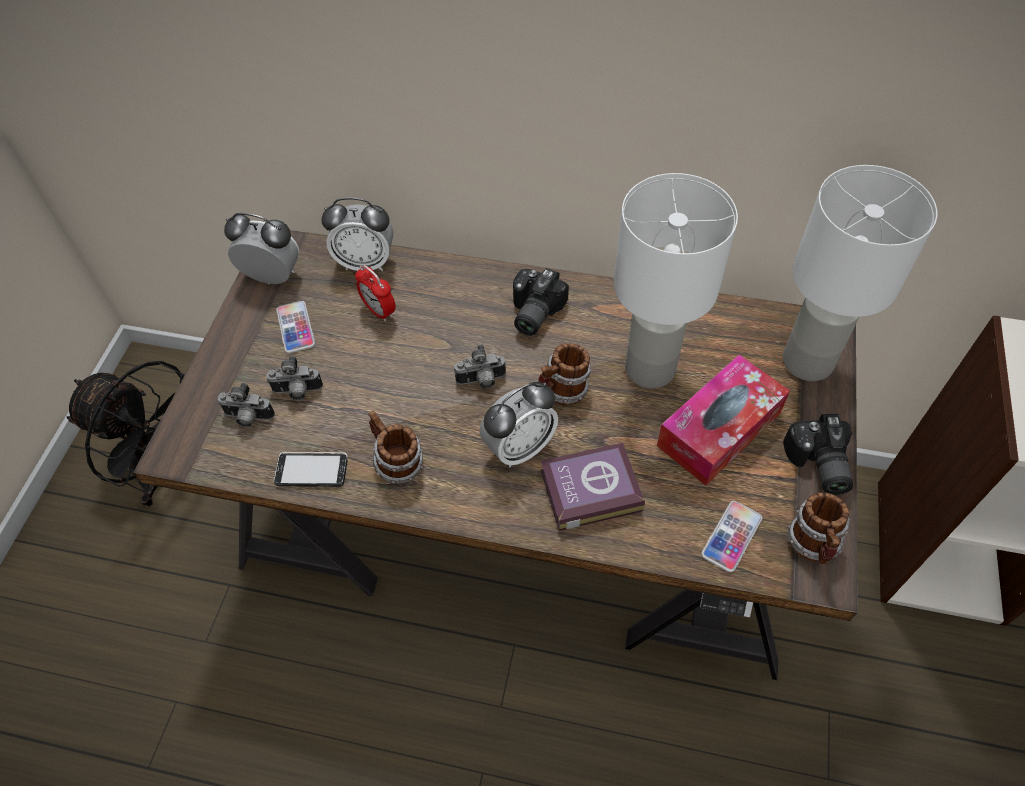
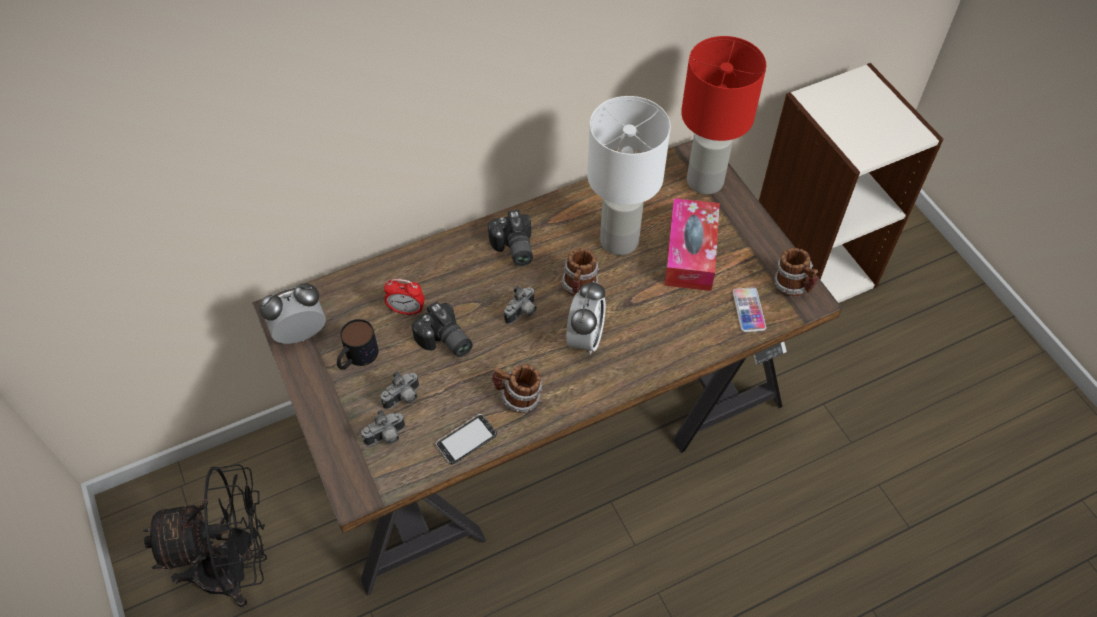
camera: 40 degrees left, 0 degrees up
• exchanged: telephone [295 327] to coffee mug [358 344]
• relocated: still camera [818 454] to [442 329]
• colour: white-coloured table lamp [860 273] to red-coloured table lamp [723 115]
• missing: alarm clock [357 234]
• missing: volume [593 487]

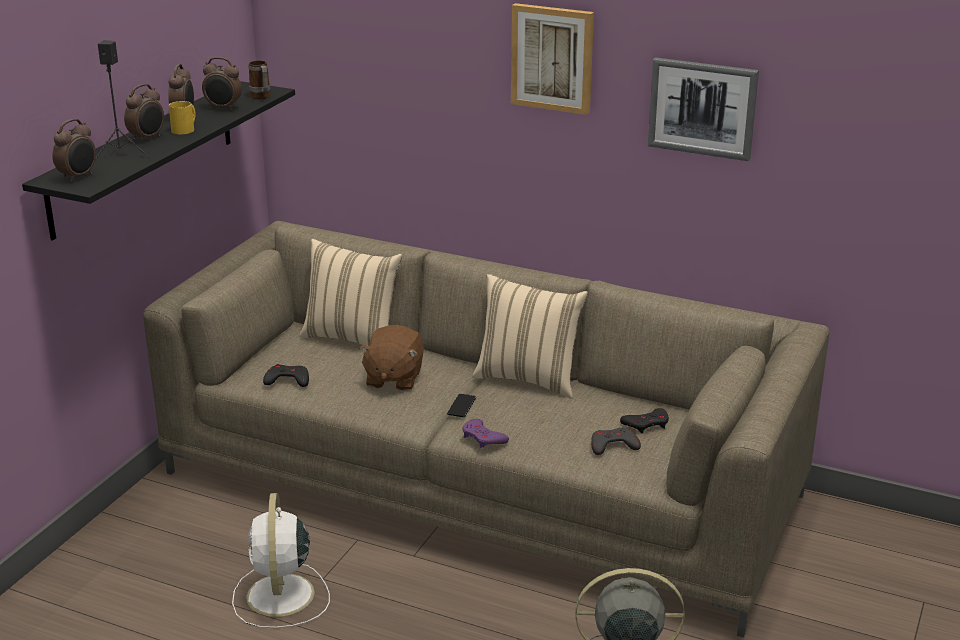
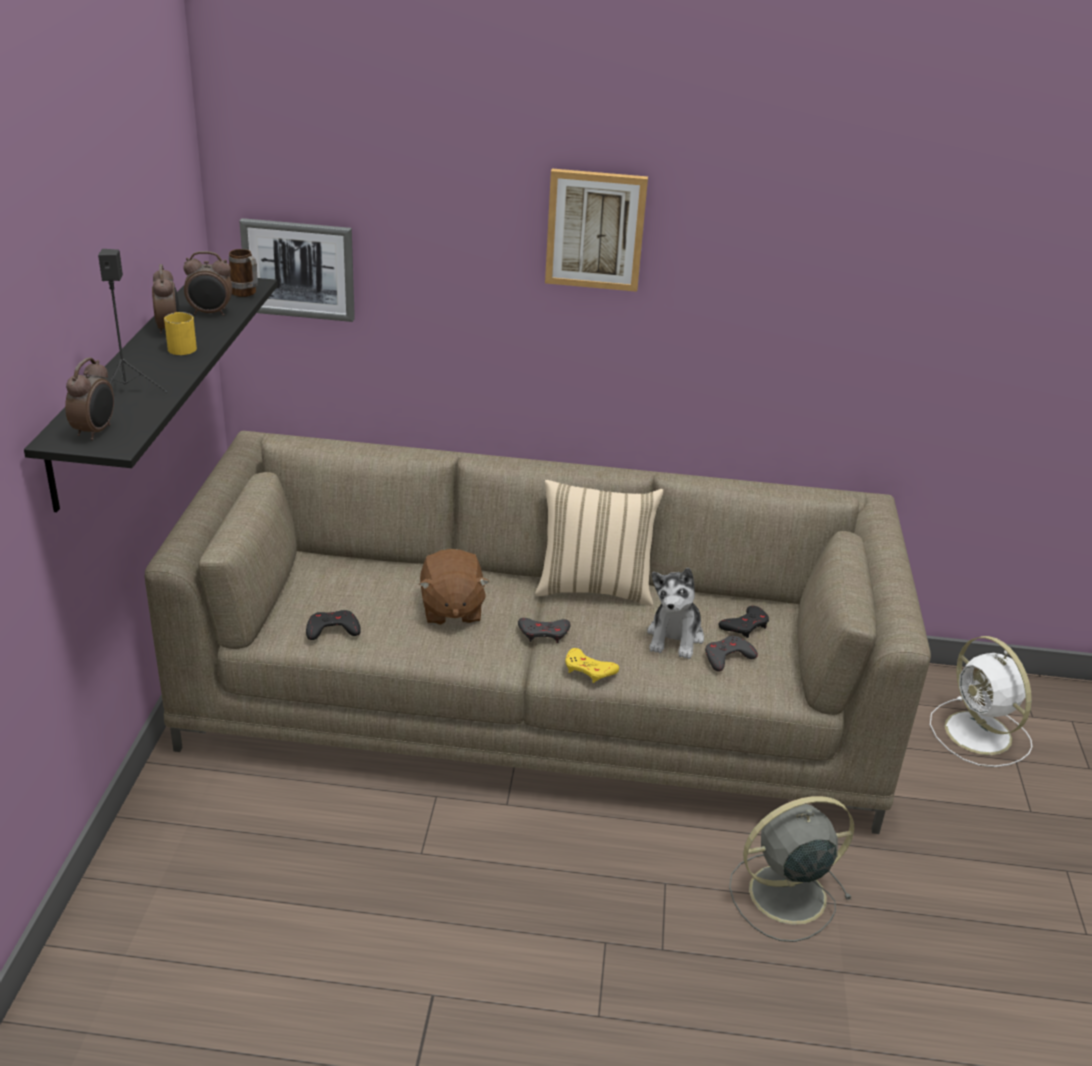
camera: 20 degrees left, 5 degrees up
• relocated: picture [703 109] to [297 270]
• exchanged: telephone [461 405] to grey gamepad [544 630]
• colour: purple-coloured gamepad [485 433] to yellow gamepad [592 665]
• appeared: cuddly toy [675 613]
• relocated: white-coloured electric fan [281 560] to [981 701]
• missing: alarm clock [144 113]
• missing: sand-coloured throw pillow [350 292]

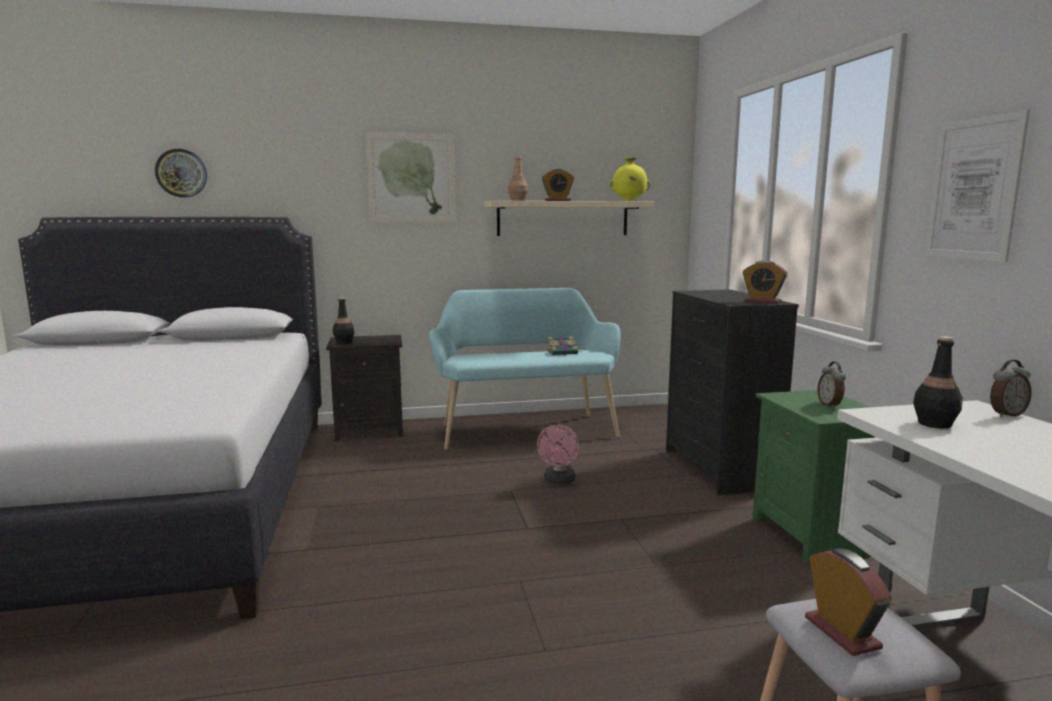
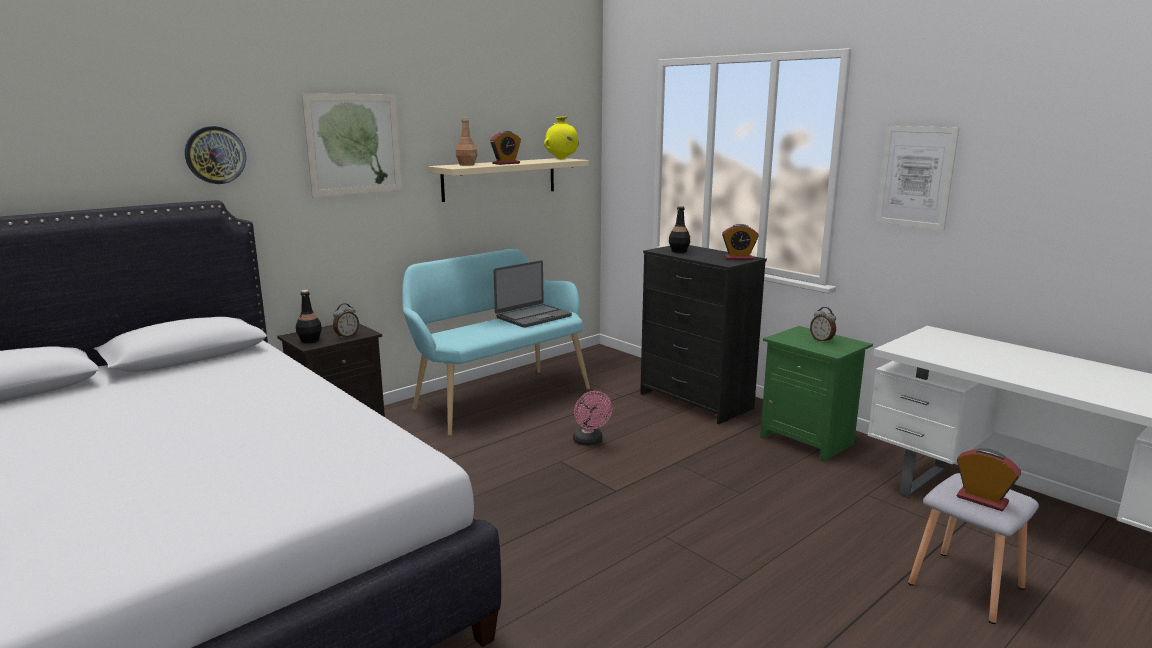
camera: 30 degrees left, 5 degrees up
• relocated: hanging clock [181 173] to [215 155]
• relocated: alarm clock [1011 388] to [346 321]
• exchanged: volume [564 345] to portable computer [533 294]
• relocated: black-coloured beverage bottle [938 382] to [679 229]

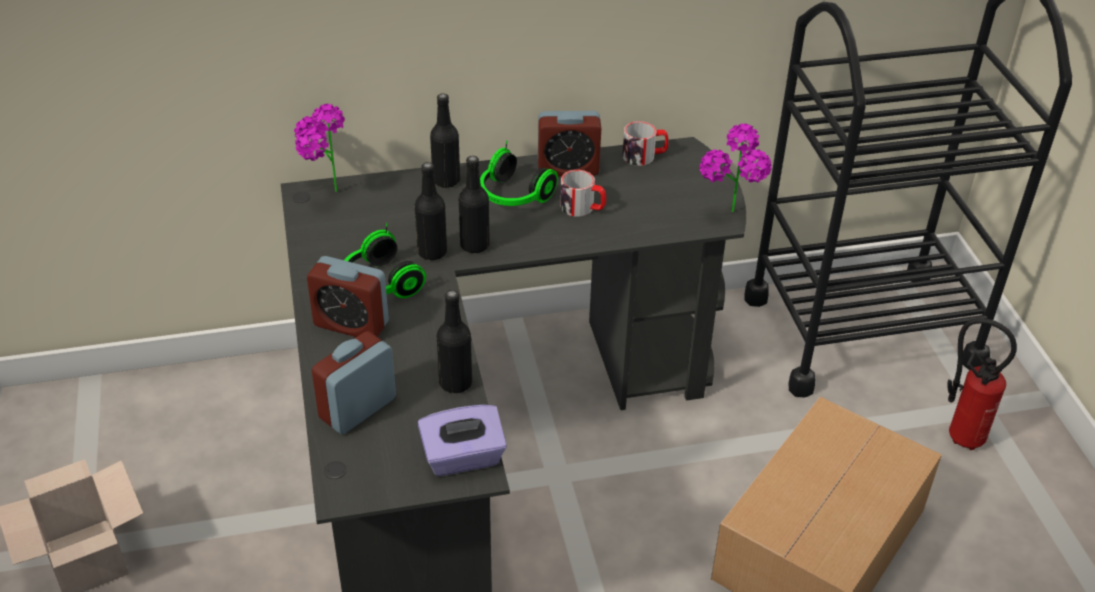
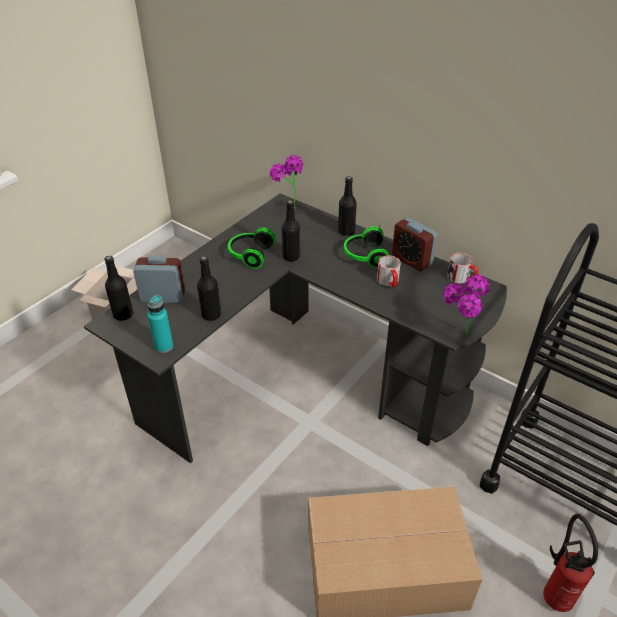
camera: 50 degrees right, 0 degrees up
• relocated: black-coloured beverage bottle [474 204] to [118 288]
• exchanged: purple-coloured box of tissues [462 440] to blue-green beverage bottle [160 324]
• missing: alarm clock [348 296]

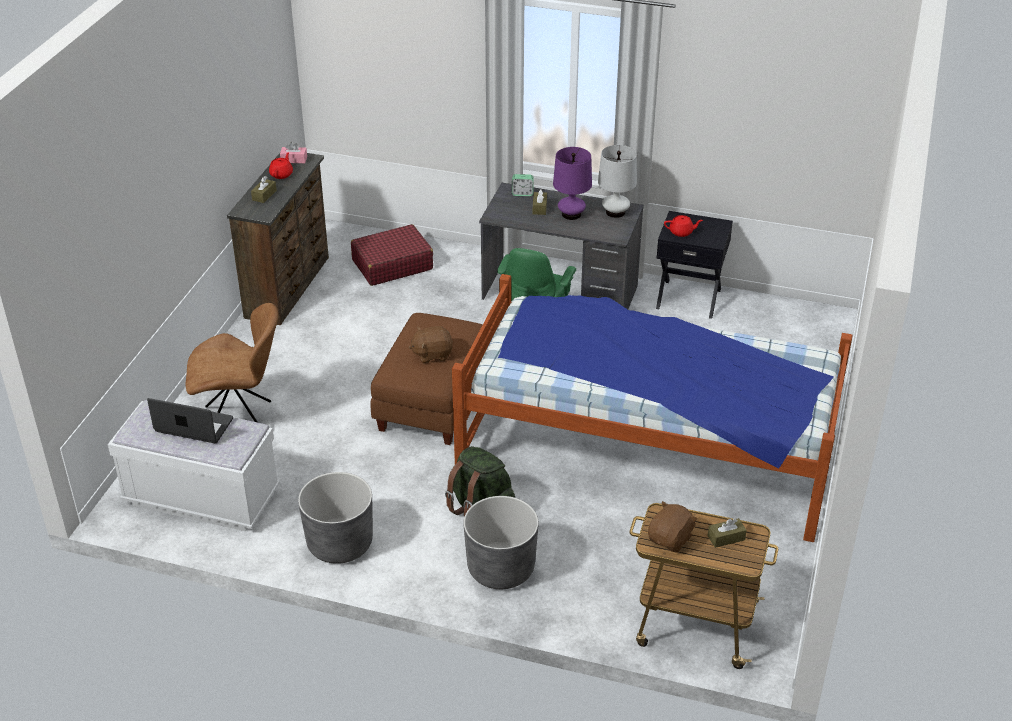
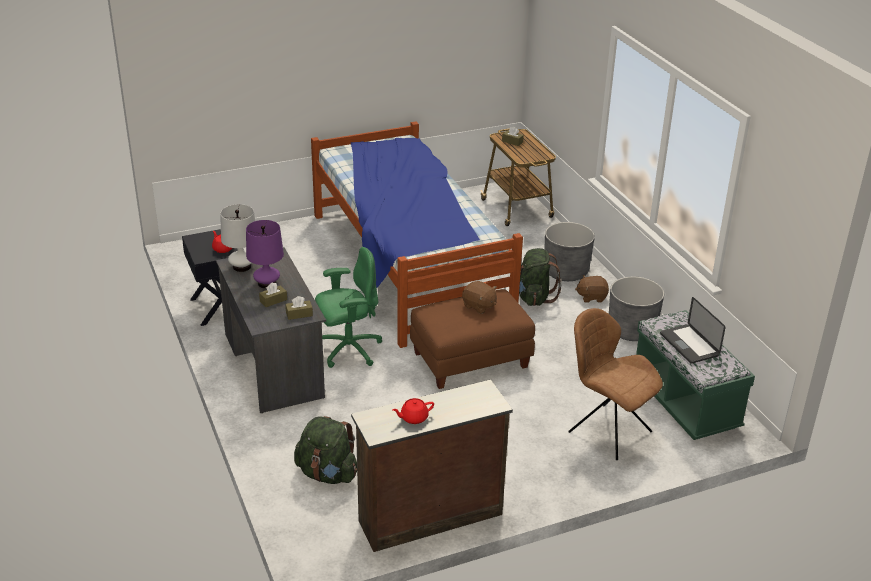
camera: 130 degrees left, 5 degrees down
• relocated: brown-coloured box of tissues [264 189] to [299 308]
• exchanged: red-coloured travel case [392 255] to green rucksack [325 450]
• relocated: brown-coloured cuddly toy [673 527] to [592 289]
• colour: white-coloured indoor bench [194 465] to green indoor bench [695 375]
• missing: pink box of tissues [293 152]
• missing: alarm clock [523 185]

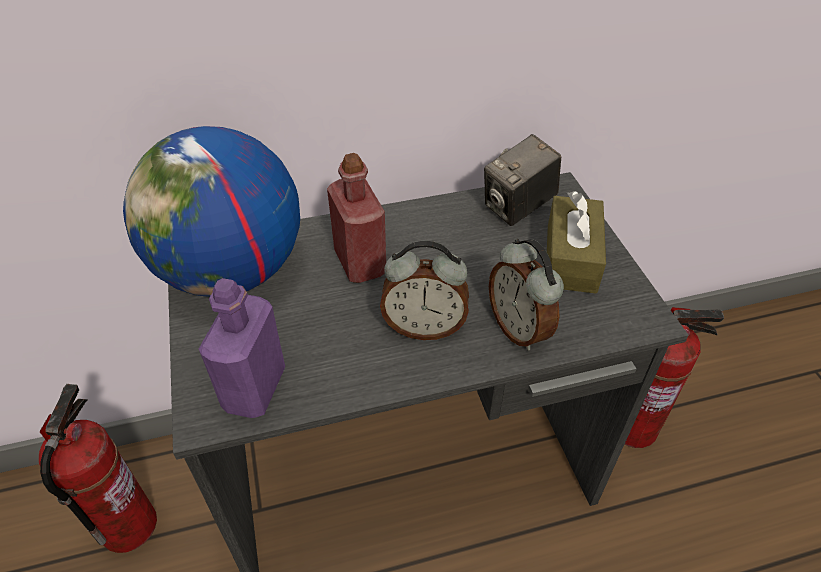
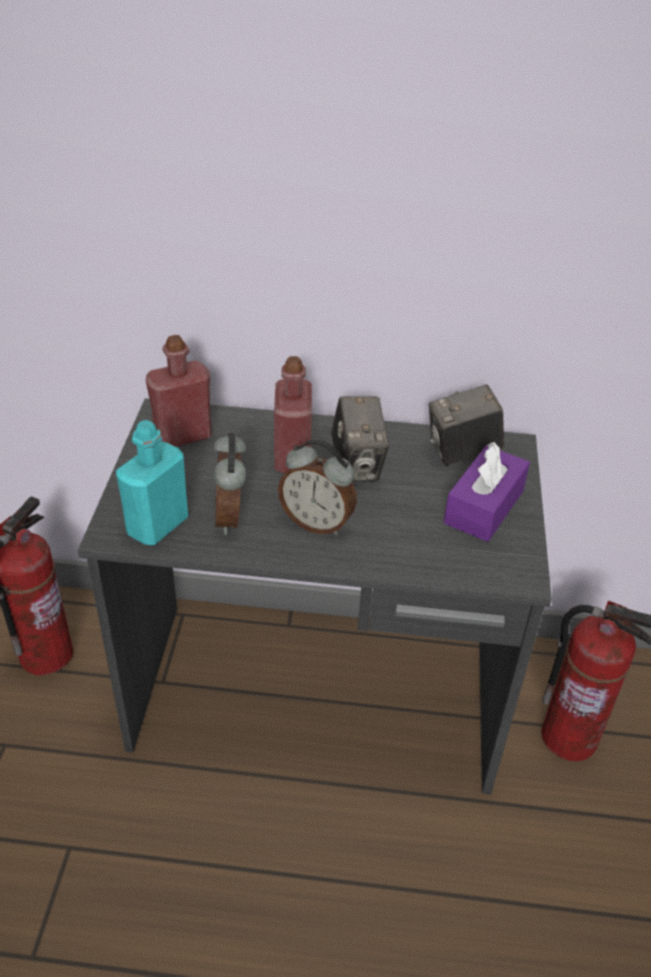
camera: 20 degrees right, 5 degrees down
• colour: purple-coloured beverage bottle [242 348] to blue-green beverage bottle [152 482]
• exchanged: globe [211 211] to red-coloured beverage bottle [179 391]
• relocated: alarm clock [526 295] to [230 483]
• appeared: still camera [360 439]
• colour: brown-coloured box of tissues [576 242] to purple-coloured box of tissues [487 492]

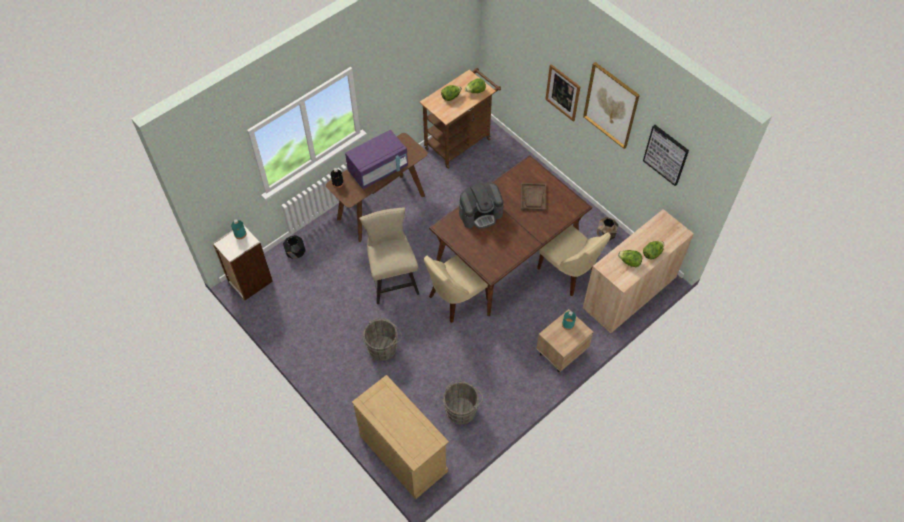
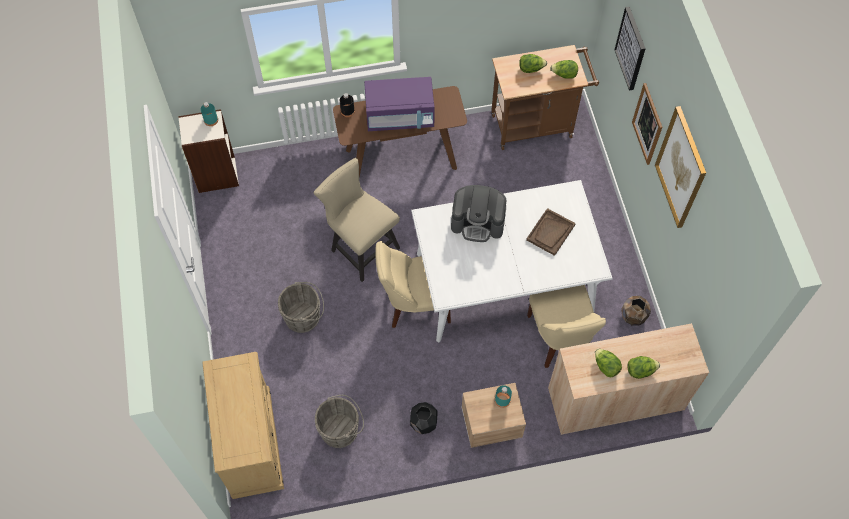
camera: 30 degrees right, 5 degrees up
• spun: sand-coloured chair [389 256] = [357 220] 60 degrees counterclockwise
• relocated: black-coloured plant pot [294 247] to [424 418]
• colour: brown-coloured dinner table [510 235] to white-coloured dinner table [512 261]
• relocated: picture [666 155] to [630 49]

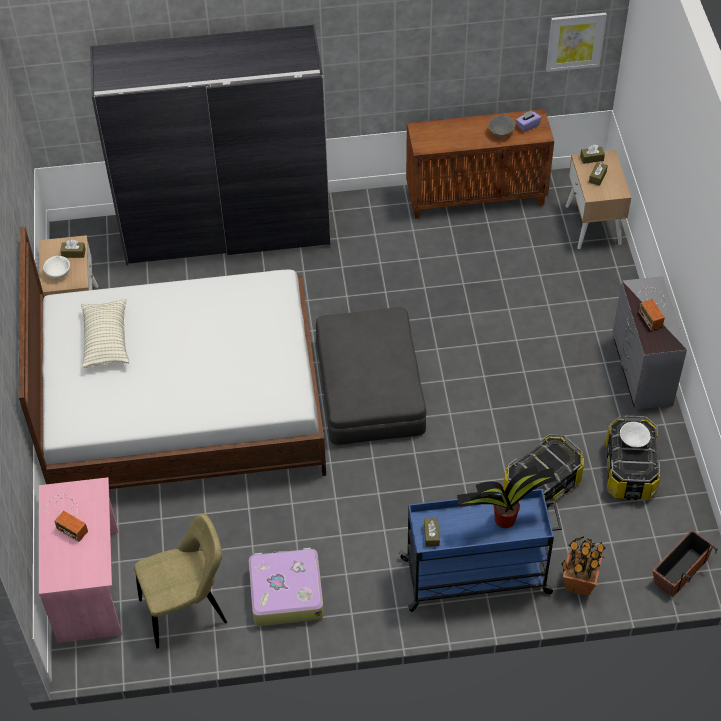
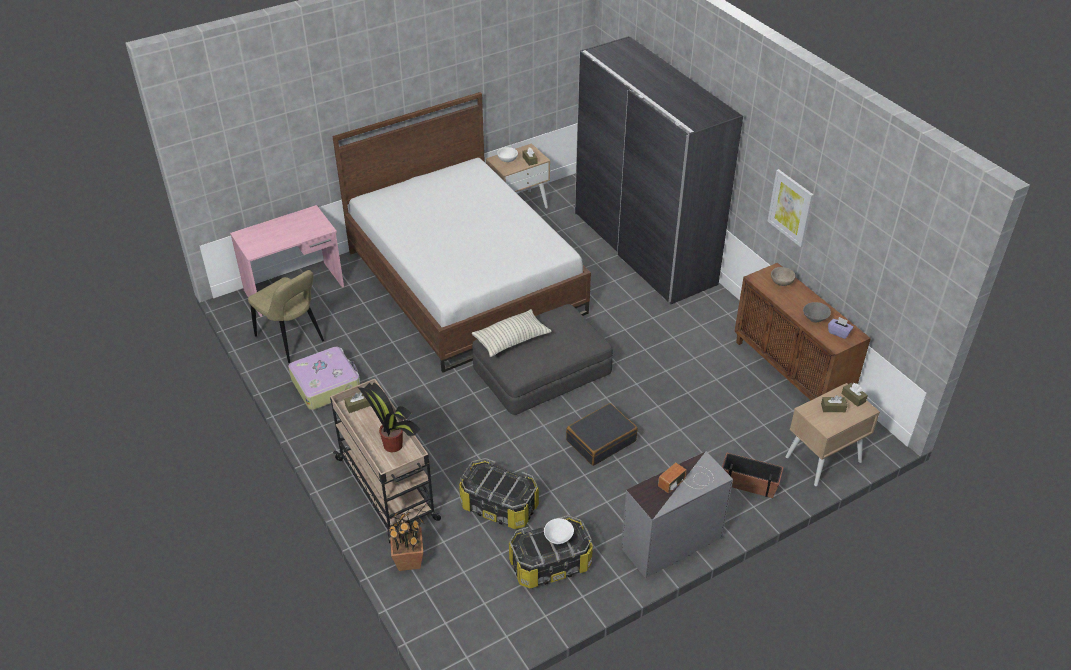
camera: 65 degrees right, 10 degrees down
• colour: blue wheeled cart [480 550] to sand-coloured wheeled cart [385 461]
• relocated: throw pillow [105 333] to [511 333]
• appeared: black-coloured travel case [602 434]
• relocated: plant pot [684 563] to [752 475]
• relocated: picture [576 42] to [791 208]
• appeared: sand-coloured deep dish [783 276]
• missing: radio set [67 518]

